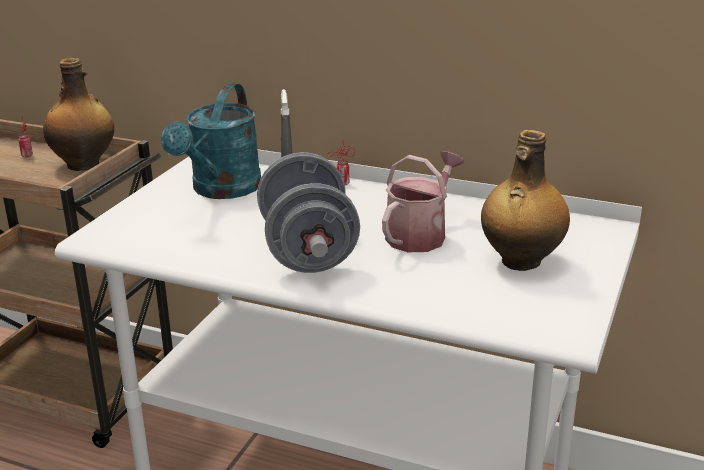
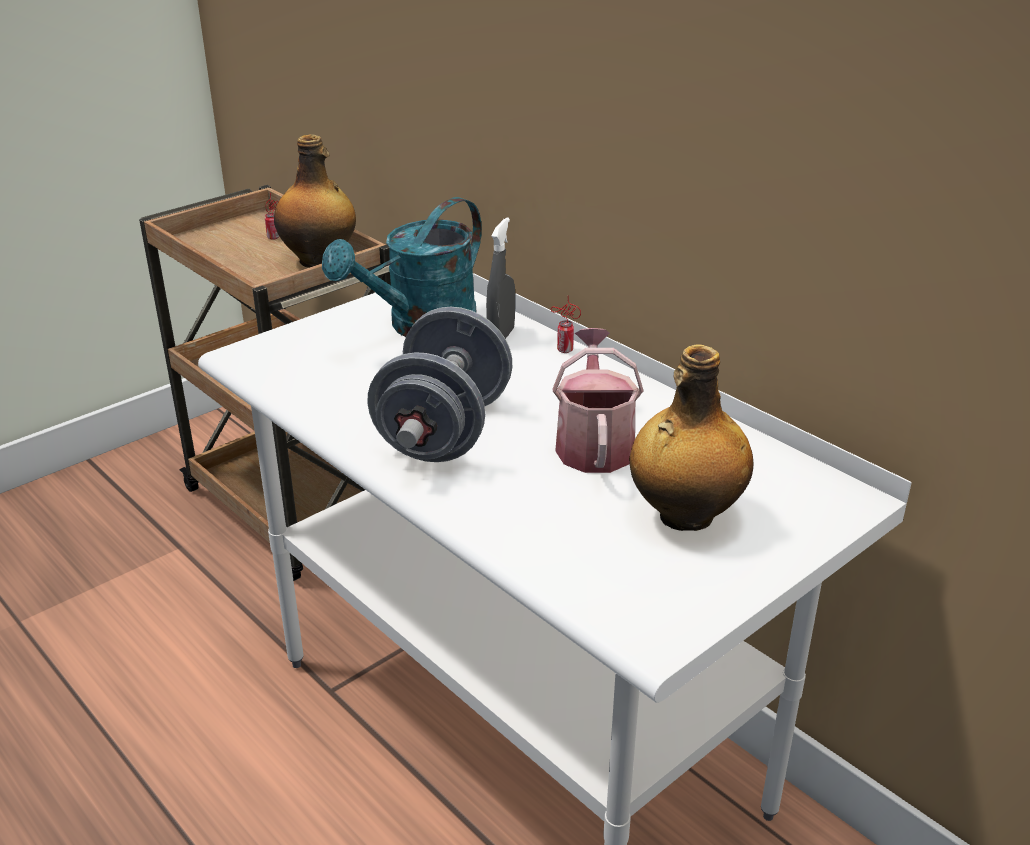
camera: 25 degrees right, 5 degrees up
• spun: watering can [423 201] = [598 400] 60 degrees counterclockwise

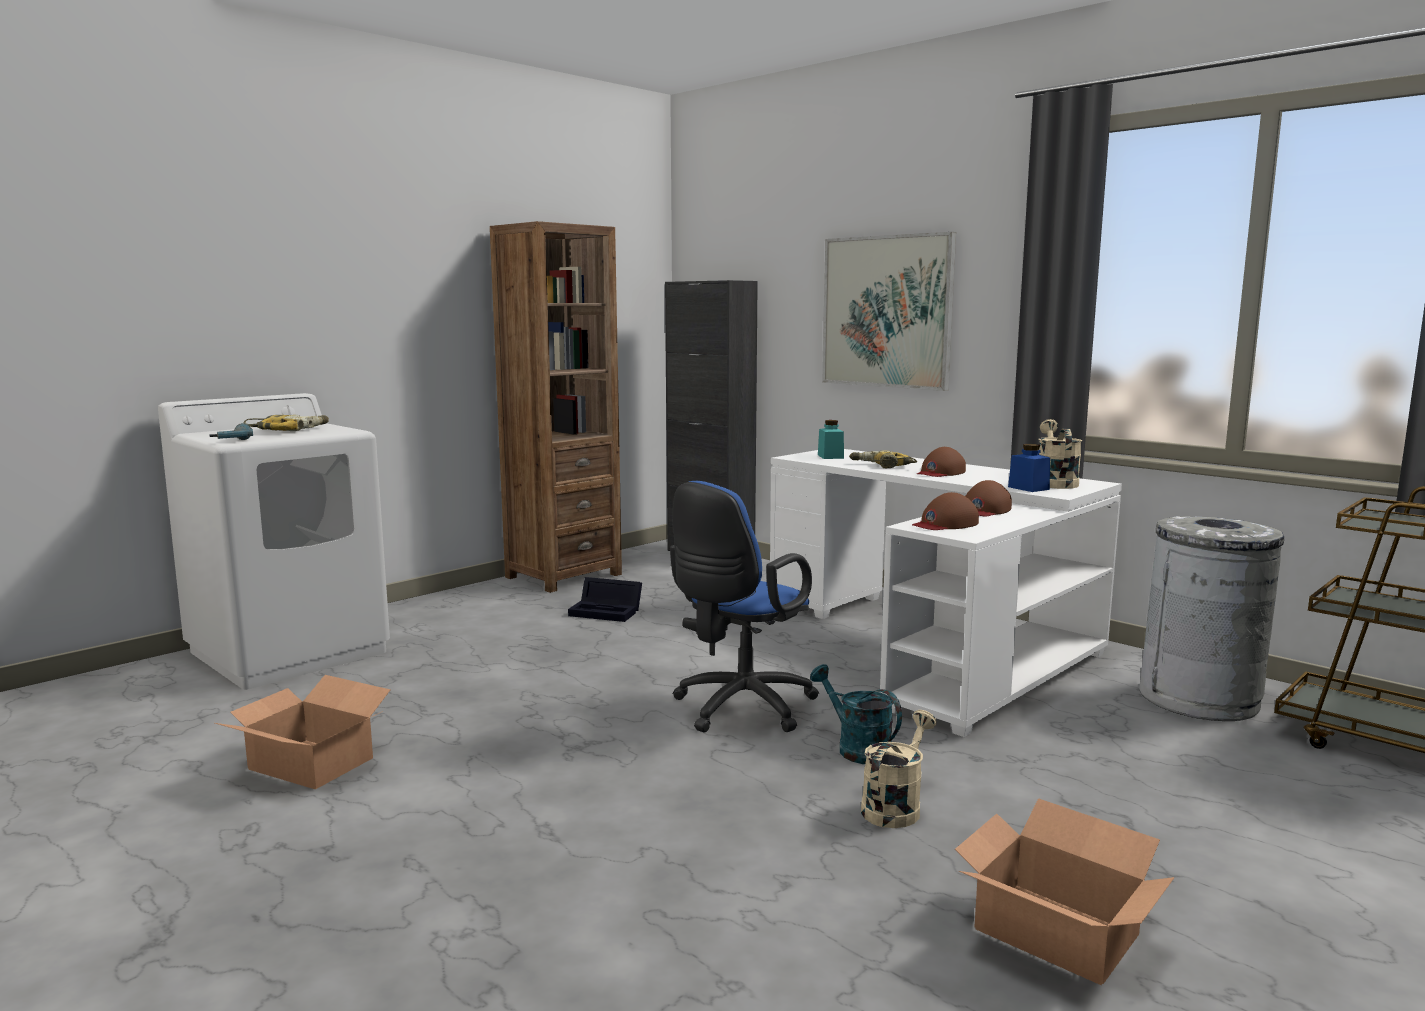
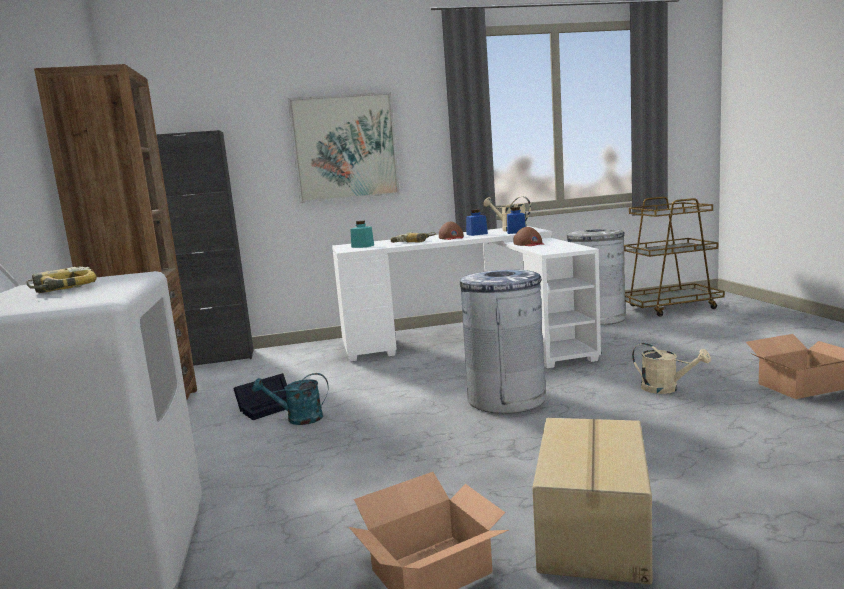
camera: 55 degrees left, 0 degrees up
• relocated: blue-green watering can [856 714] to [290 399]
• exchanged: blue office chair [744 606] to grey rubbish bin [503 341]
• appeared: blue jar [477 222]
• appeared: cardboard box [592 501]
• spun: sand-coloured watering can [899 769] = [671 368] 150 degrees clockwise
• missing: power drill [231 431]
• missing: brown-coloured cap [945 511]

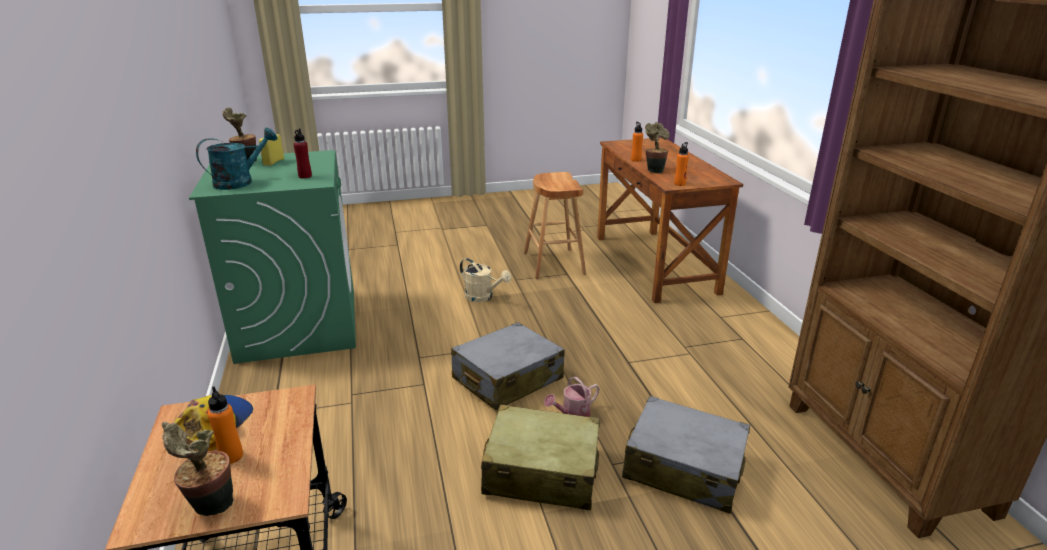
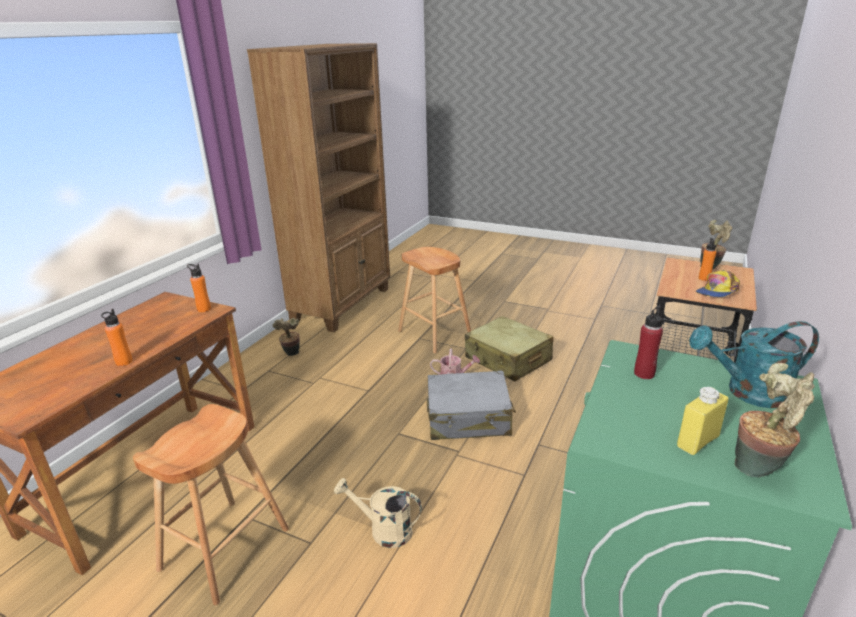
camera: 140 degrees left, 0 degrees up
• relocated: plant in a pot [657 148] to [286 337]
• spun: sand-coloured watering can [486 280] = [378 513] 60 degrees counterclockwise
• exchanged: grey travel case [686 455] to brown-coloured stool seat [434 300]

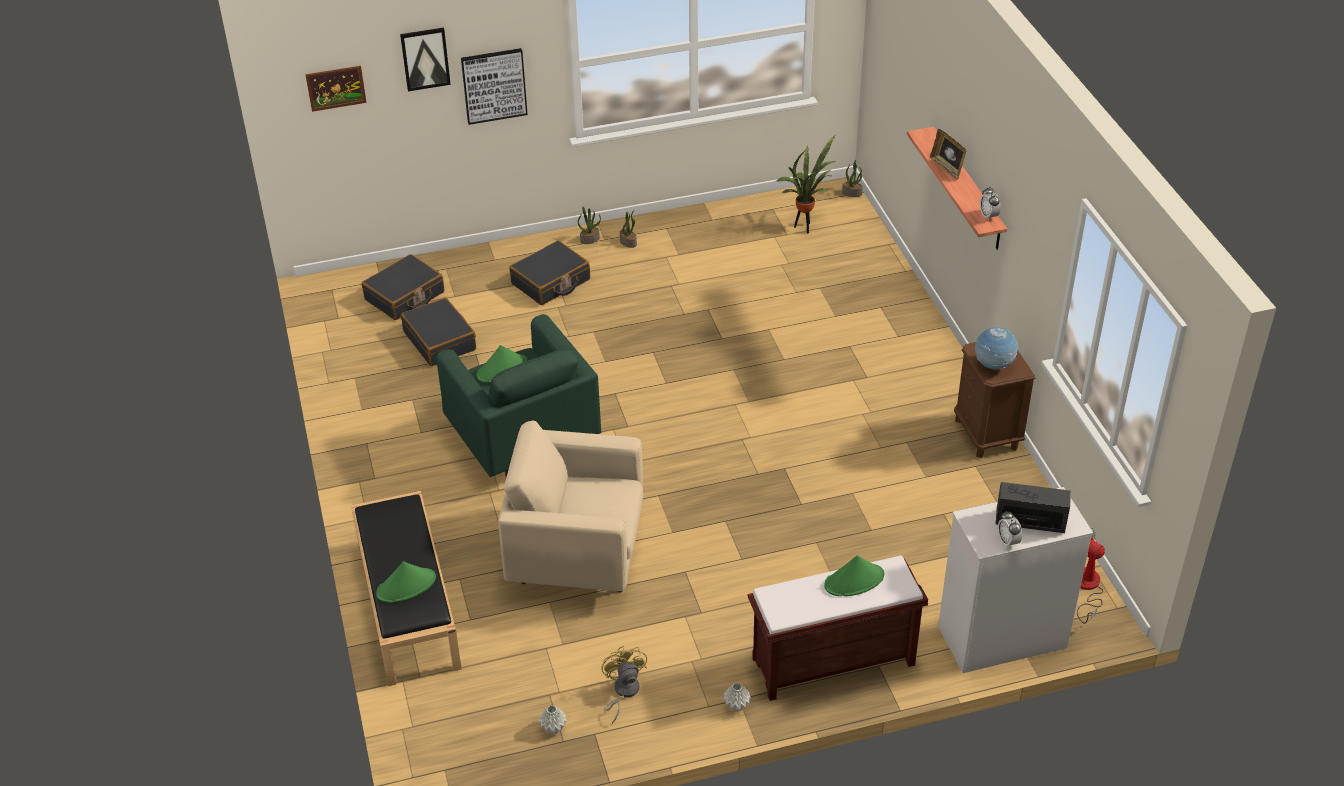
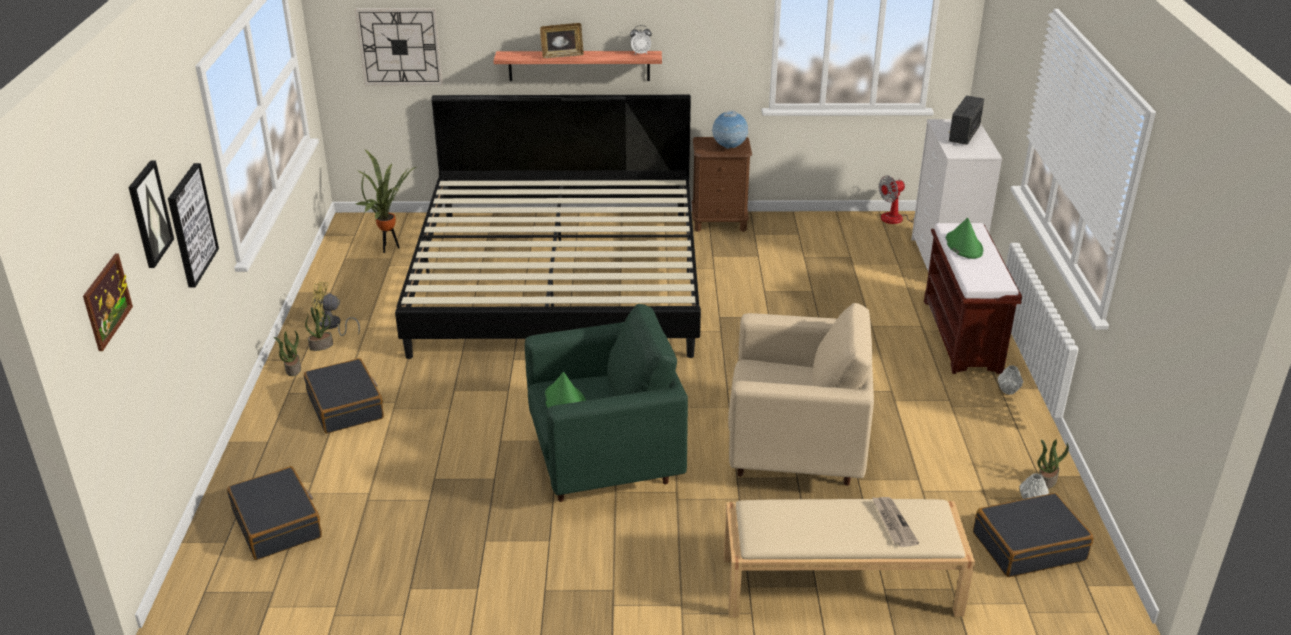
camera: 75 degrees left, 10 degrees down
• relocated: yellow electric fan [624 685] to [336 309]
• appeared: hanging clock [398 46]
• appeared: bedroom bed [548 227]
• colour: black-coloured indoor bench [406 588] to sand-coloured indoor bench [849 558]
• spun: sand-coloured easy chair [570 507] = [801 394] 105 degrees counterclockwise
• exchanged: green clothing hat [406 582] to printed paper [895 522]
• relocated: black-coloured travel case [438 331] to [1033 535]
• relocated: plant in a pot [852 178] to [1053 464]
• missing: alarm clock [1010 530]

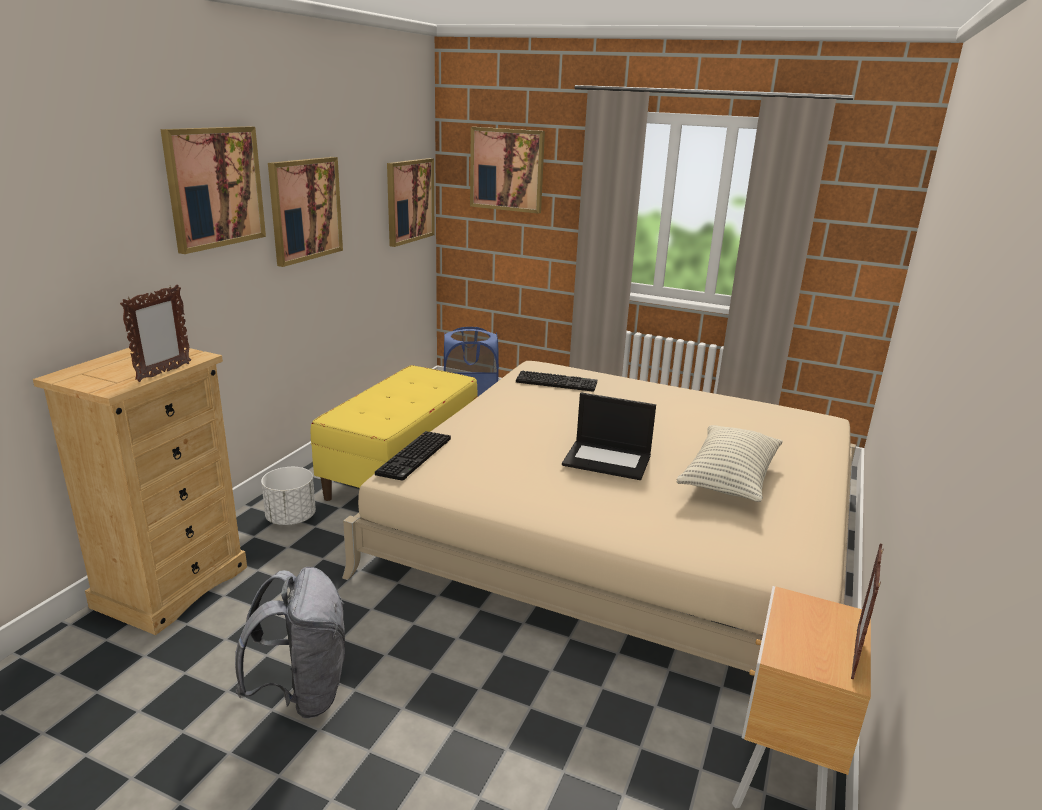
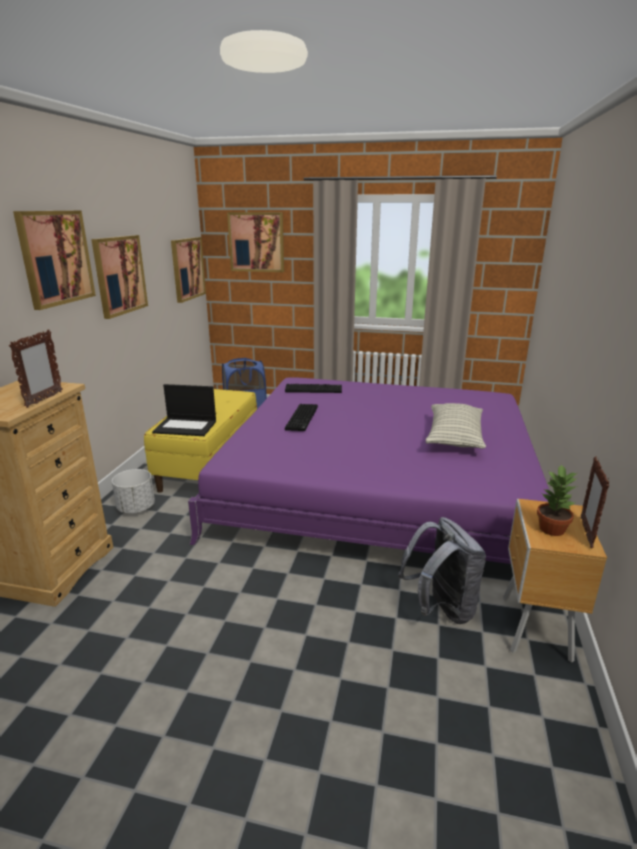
camera: 10 degrees left, 0 degrees up
• relocated: portable computer [609 436] to [184 410]
• colour: sand-coloured bedroom bed [599 516] to purple-coloured bedroom bed [368 470]
• relocated: keyboard [413 456] to [301 417]
• relocated: grey rucksack [290 642] to [442 570]
• appeared: plant in a pot [557 500]

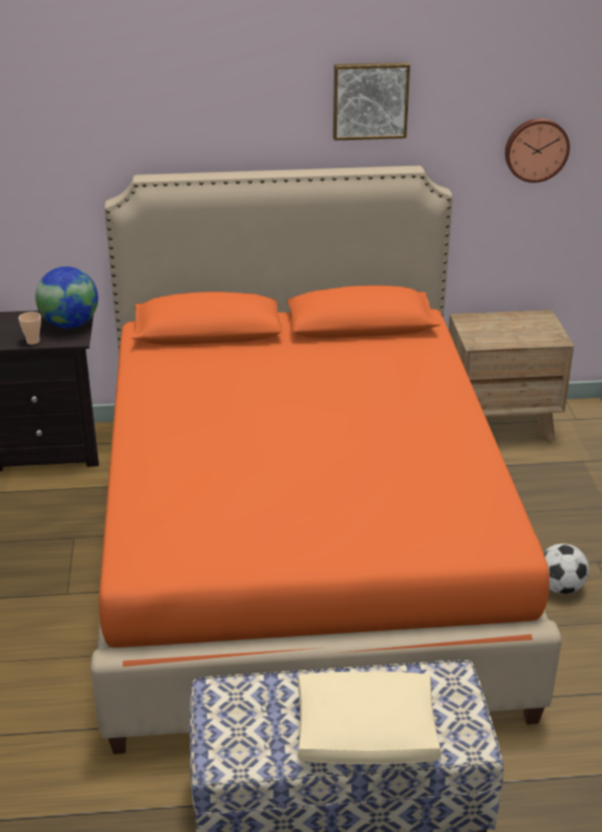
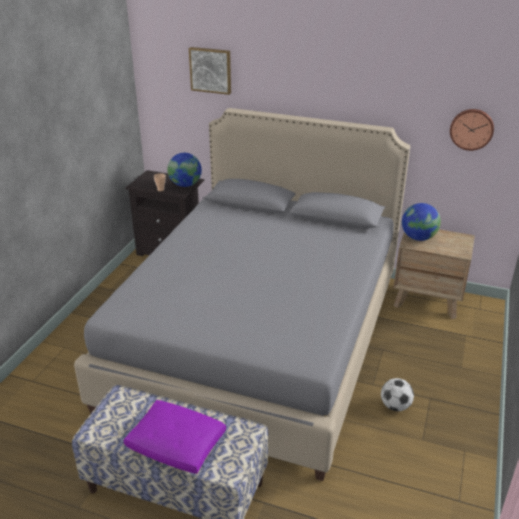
camera: 25 degrees right, 0 degrees up
• colour: orangey bedroom bed [326 460] to grey bedroom bed [242 294]
• colour: sand-coloured throw pillow [369 718] to purple-coloured throw pillow [175 437]
• relocated: picture [371 101] to [210 71]
• appeared: globe [421 222]

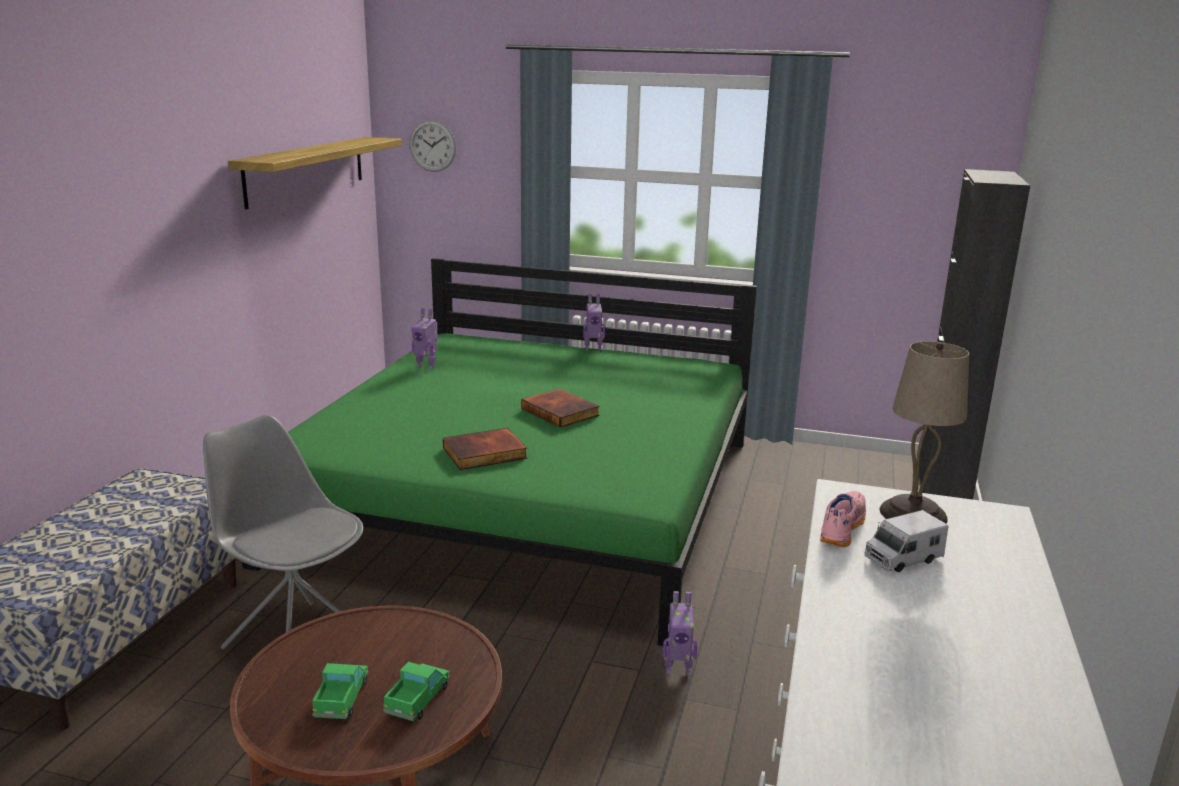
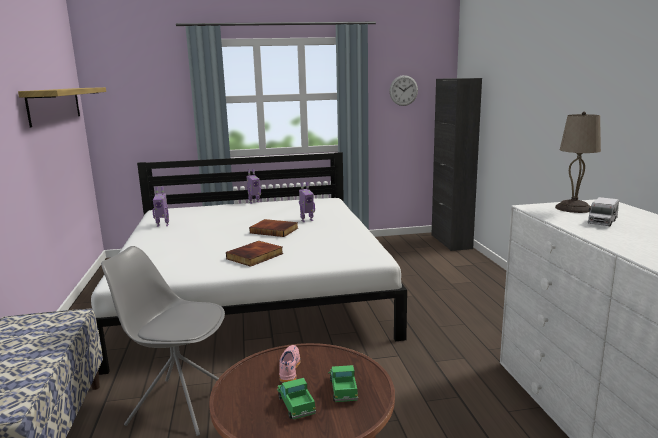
camera: 25 degrees left, 5 degrees down
• colour: green bedroom bed [499 452] to white-coloured bedroom bed [249 263]
• relocated: pink shoe [843 519] to [289 364]
• relocated: toy robot [680 633] to [307 202]
• relocated: hanging clock [433 146] to [403 90]

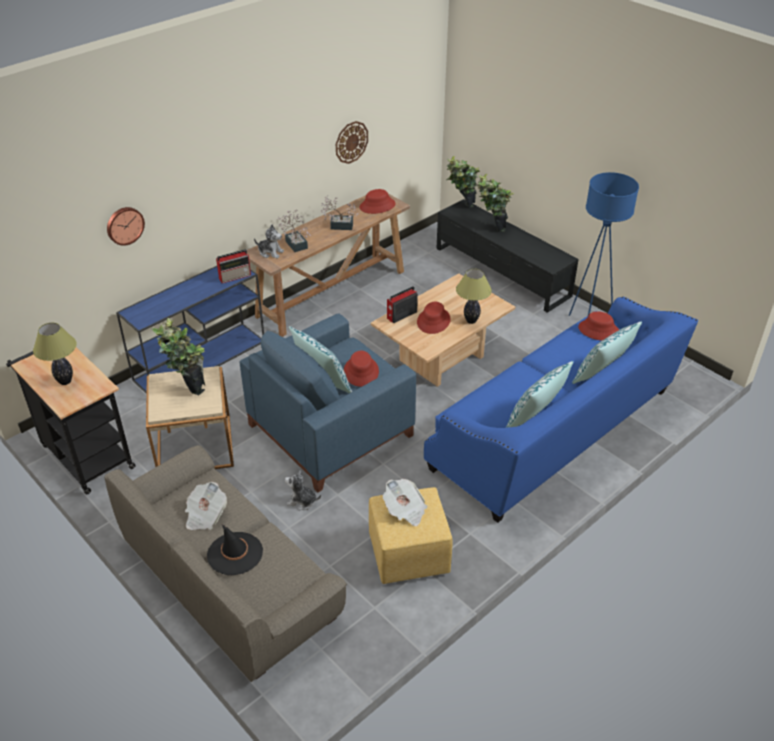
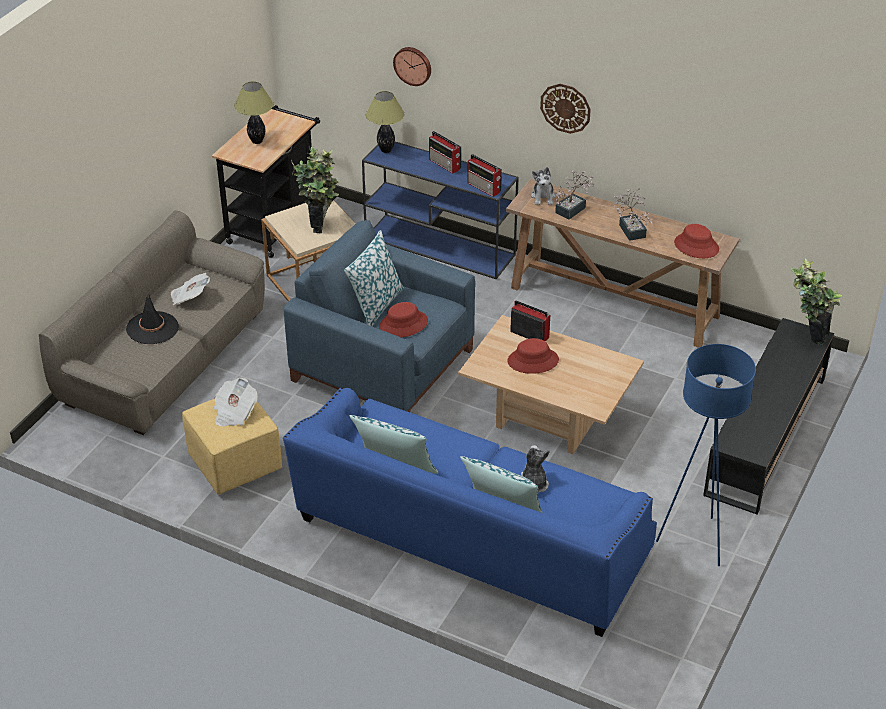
camera: 70 degrees right, 0 degrees up
• relocated: table lamp [474 296] to [385 122]
• appeared: radio set [445 152]
• relocated: cuddly toy [303 489] to [535 469]
• relocated: hanging clock [352 142] to [565 109]
• missing: plant in a pot [496 203]
• missing: red-coloured clothing hat [598 326]

